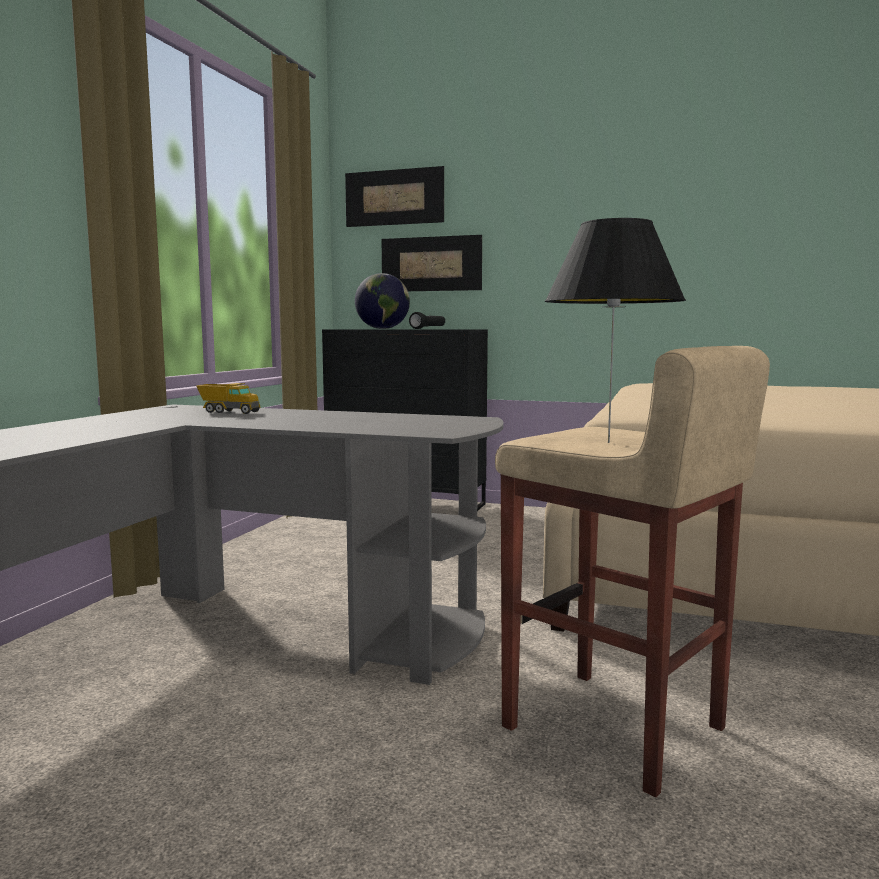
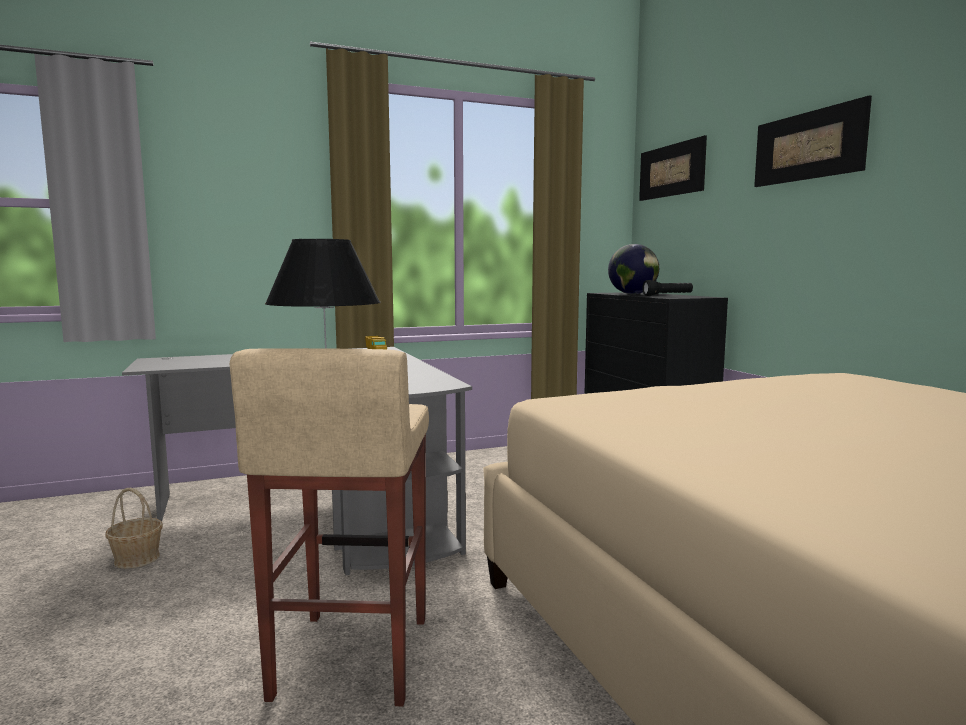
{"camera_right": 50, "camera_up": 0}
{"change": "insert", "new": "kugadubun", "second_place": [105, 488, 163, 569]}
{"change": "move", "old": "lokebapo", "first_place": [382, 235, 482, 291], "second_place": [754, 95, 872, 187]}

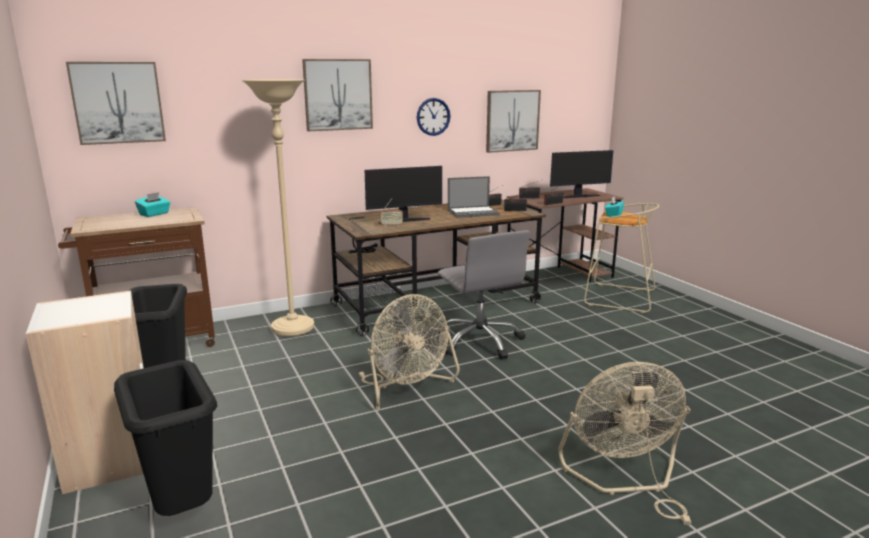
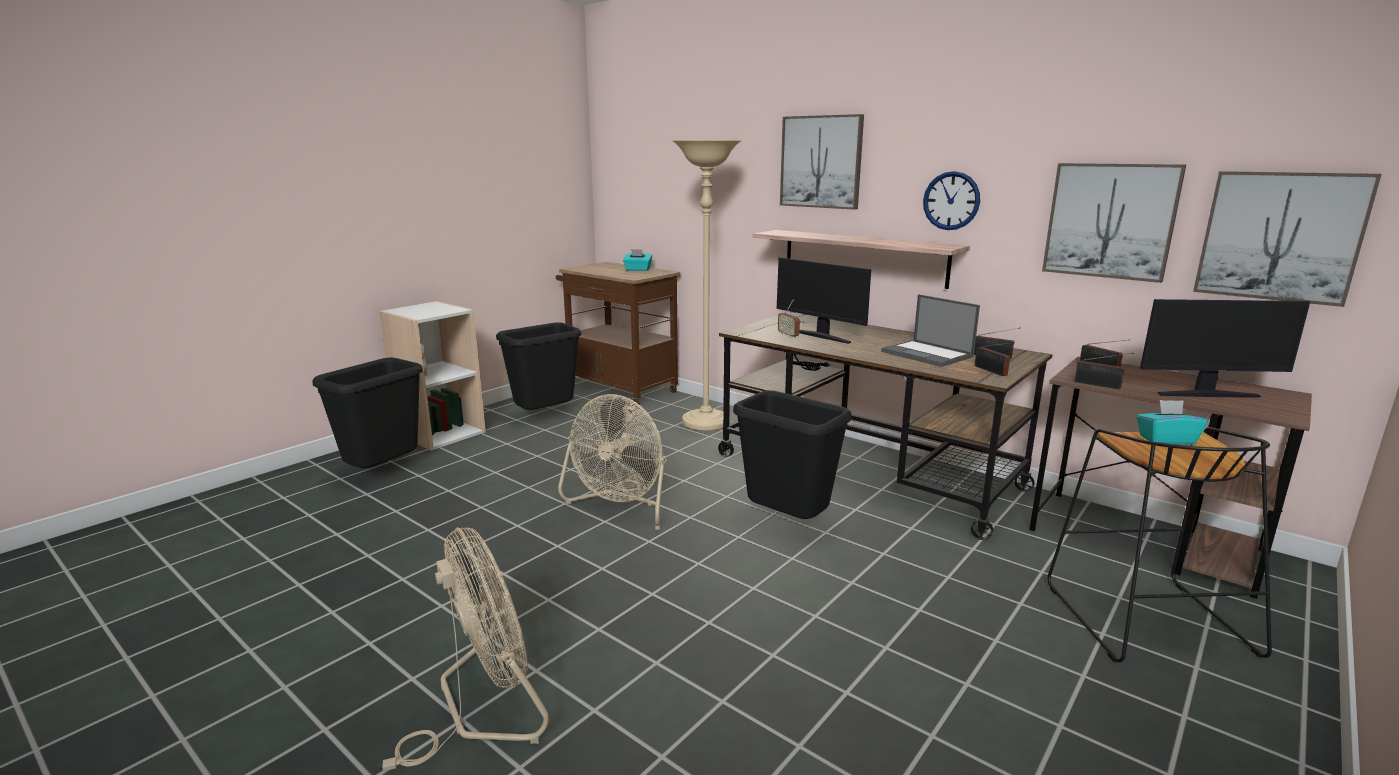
{"camera_right": 65, "camera_up": 0}
{"change": "replace", "old": "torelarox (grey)", "new": "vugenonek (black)", "first_place": [438, 230, 530, 359], "second_place": [733, 390, 852, 519]}
{"change": "insert", "new": "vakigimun", "second_place": [753, 230, 970, 289]}
{"change": "recolor", "old": "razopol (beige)", "new": "razopol (black)", "first_place": [584, 203, 659, 313], "second_place": [1048, 427, 1272, 662]}
{"change": "rotate", "old": "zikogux", "first_place": [550, 150, 613, 198], "second_place": [1140, 299, 1310, 398], "degrees": -45}
{"change": "move", "old": "lokebapo", "first_place": [66, 62, 166, 145], "second_place": [1193, 171, 1382, 307]}

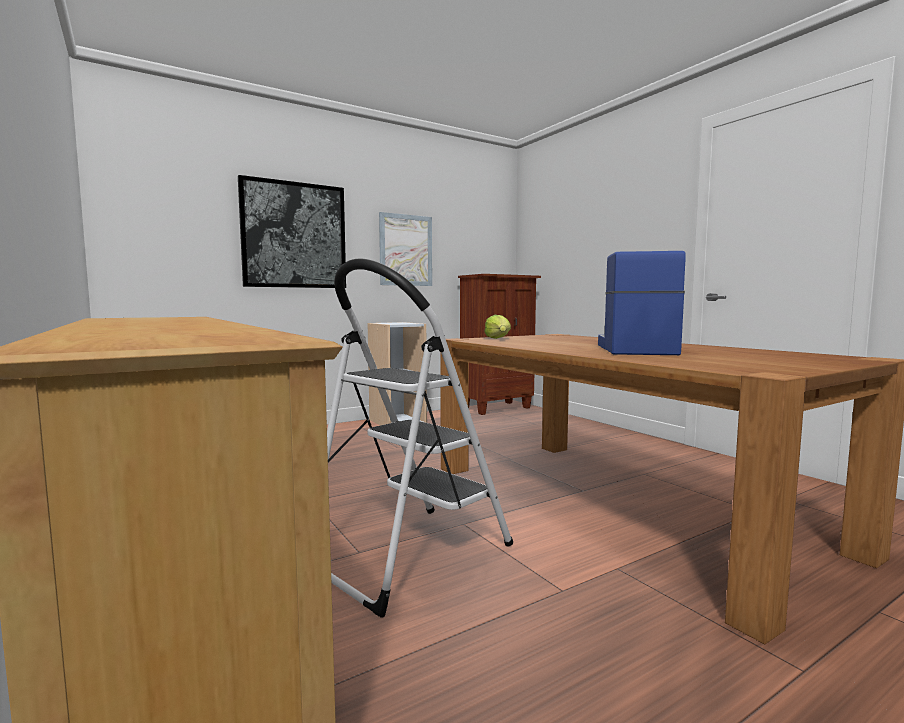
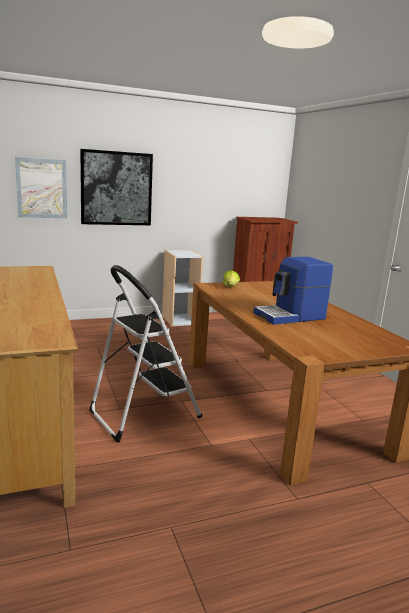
{"camera_right": 10, "camera_up": 10}
{"change": "move", "old": "lokebapo", "first_place": [379, 212, 432, 286], "second_place": [15, 157, 67, 218]}
{"change": "rotate", "old": "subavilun", "first_place": [598, 251, 686, 355], "second_place": [253, 257, 333, 325], "degrees": -135}

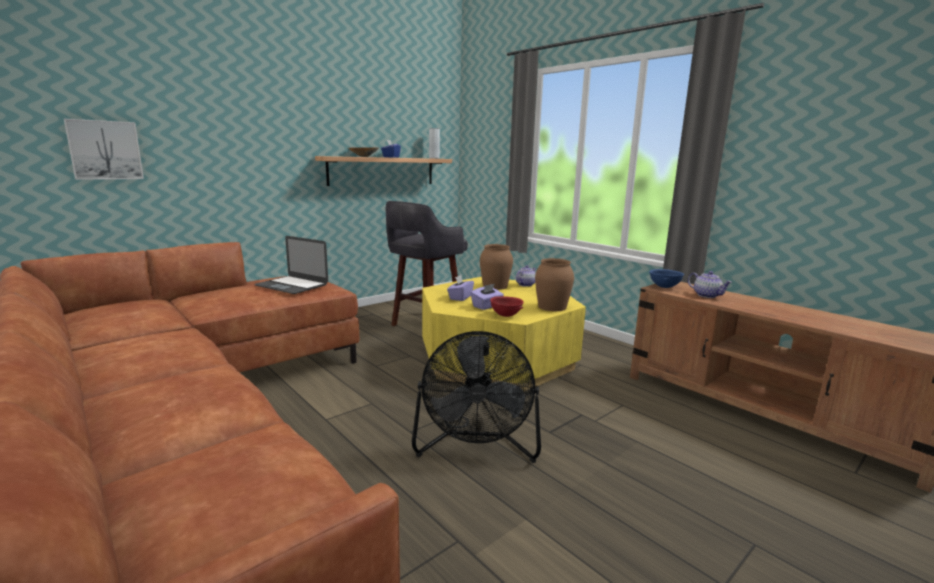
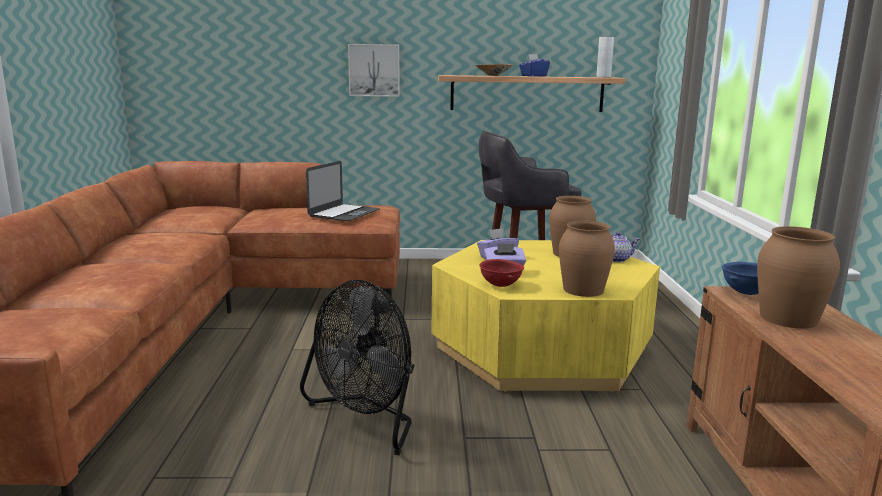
{"camera_right": 40, "camera_up": 0}
{"change": "rotate", "old": "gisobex", "first_place": [254, 236, 328, 294], "second_place": [306, 161, 380, 221], "degrees": -135}
{"change": "move", "old": "lokebapo", "first_place": [64, 119, 144, 180], "second_place": [348, 44, 399, 97]}
{"change": "replace", "old": "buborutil", "new": "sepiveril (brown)", "first_place": [688, 271, 732, 298], "second_place": [757, 226, 840, 329]}

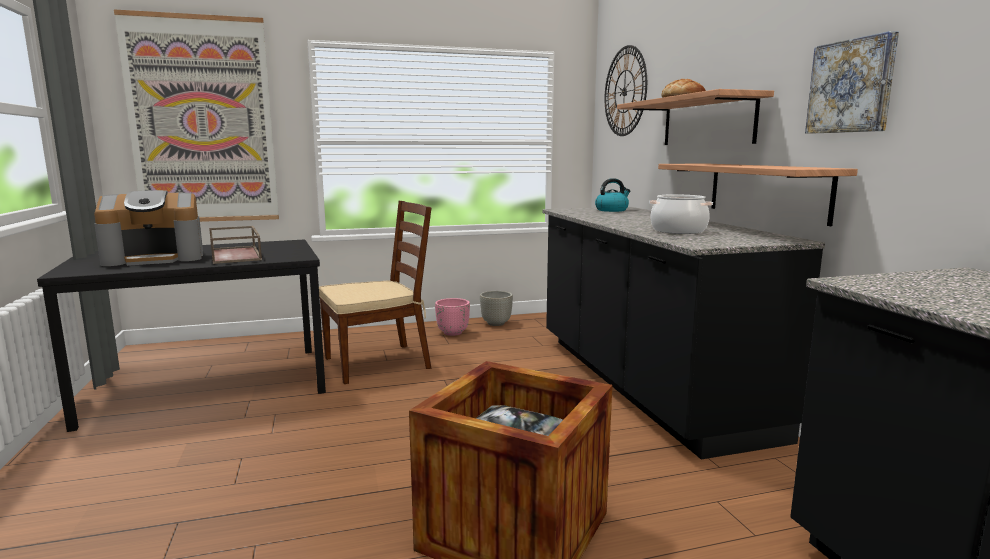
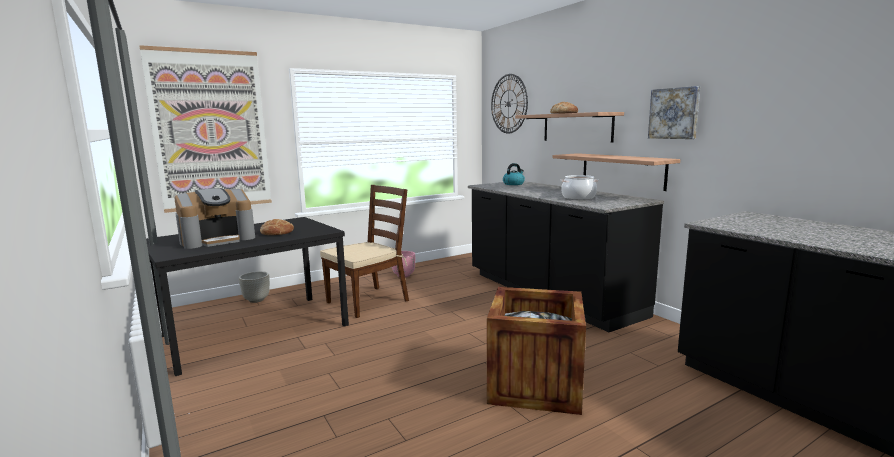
{"camera_right": -15, "camera_up": 0}
{"change": "move", "old": "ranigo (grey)", "first_place": [480, 291, 513, 326], "second_place": [239, 271, 270, 303]}
{"change": "replace", "old": "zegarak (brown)", "new": "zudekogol", "first_place": [209, 226, 262, 264], "second_place": [260, 219, 294, 235]}

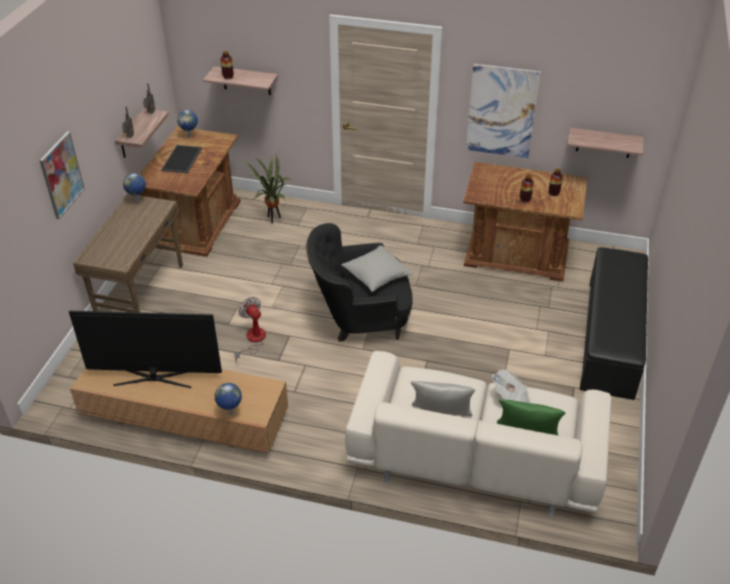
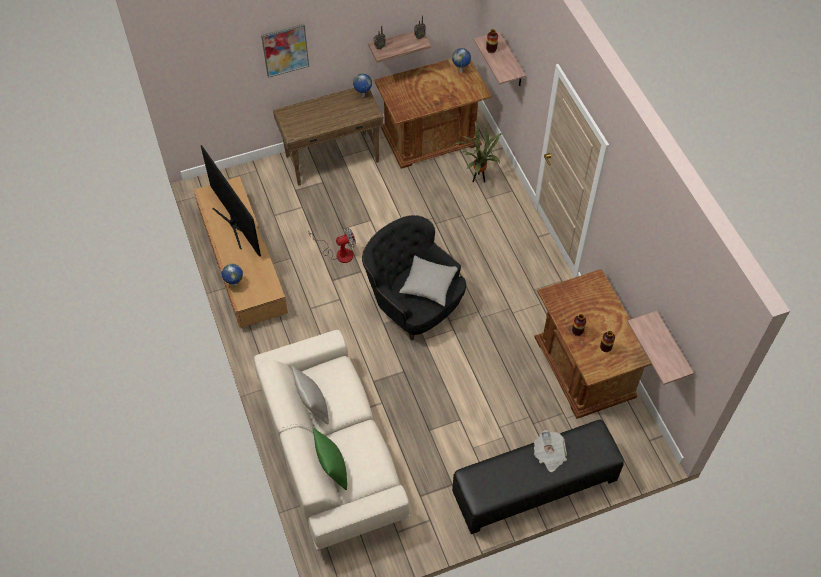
{"camera_right": 55, "camera_up": 15}
{"change": "rotate", "old": "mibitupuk", "first_place": [234, 297, 266, 363], "second_place": [308, 228, 356, 263], "degrees": 45}
{"change": "move", "old": "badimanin", "first_place": [492, 370, 531, 403], "second_place": [534, 430, 567, 472]}
{"change": "delete", "old": "zegarak", "first_place": [161, 145, 202, 173]}
{"change": "delete", "old": "lokebapo", "first_place": [466, 64, 541, 158]}

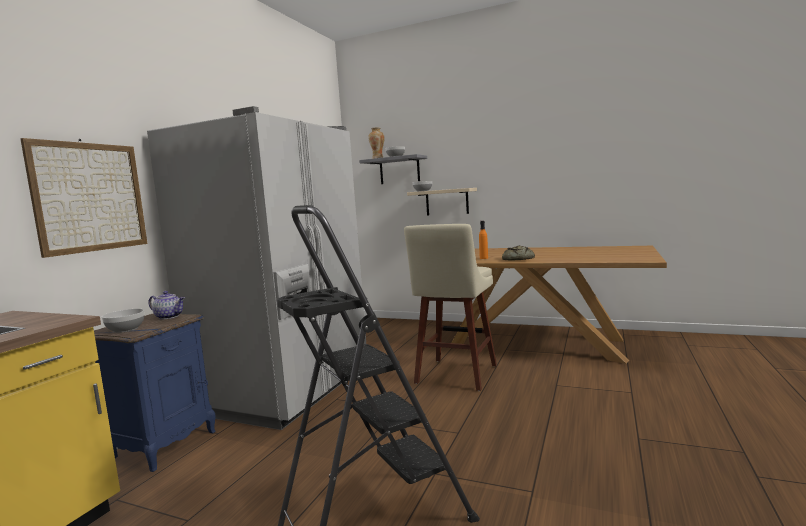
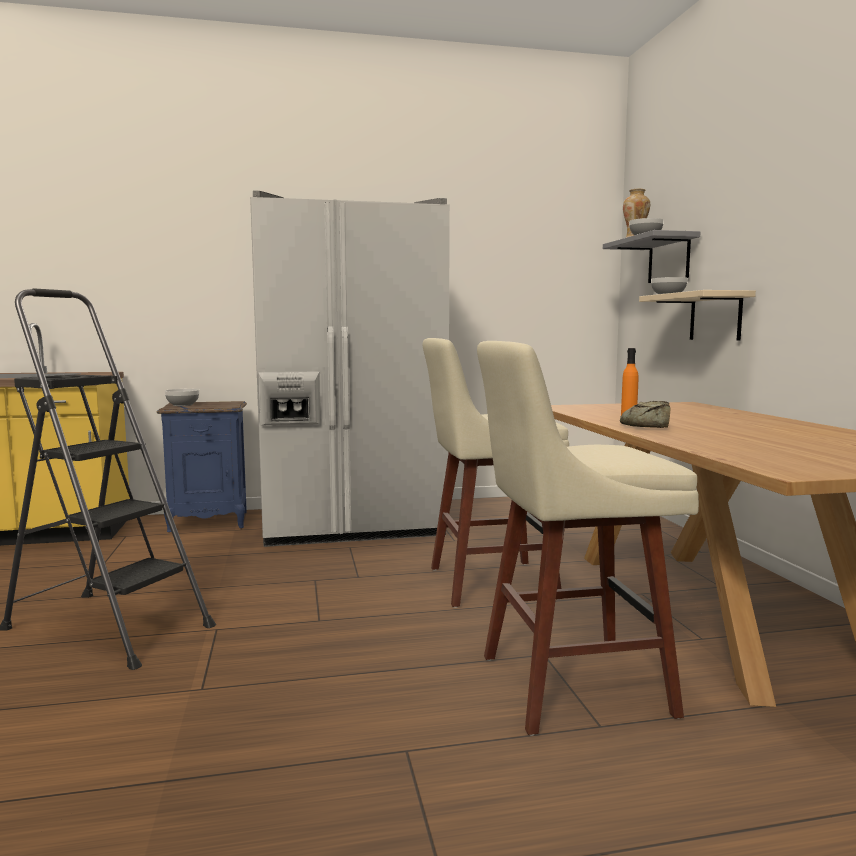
{"camera_right": 55, "camera_up": 0}
{"change": "insert", "new": "razopol (beige)", "second_place": [477, 341, 699, 736]}
{"change": "delete", "old": "lokebapo", "first_place": [20, 138, 148, 258]}
{"change": "delete", "old": "buborutil", "first_place": [149, 291, 185, 319]}

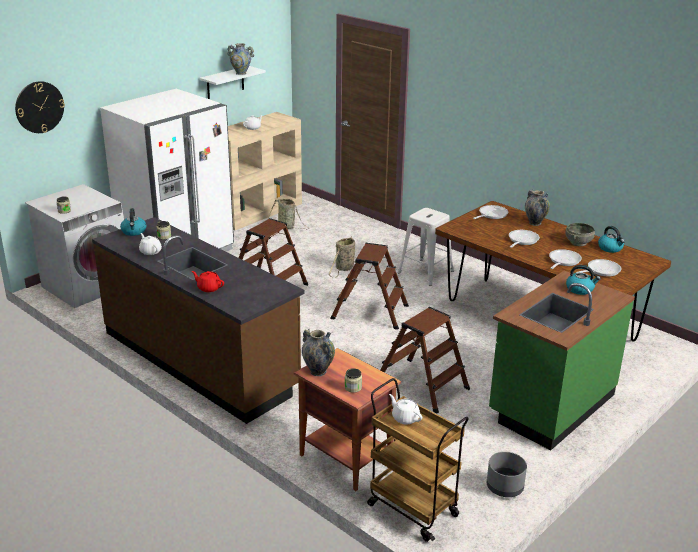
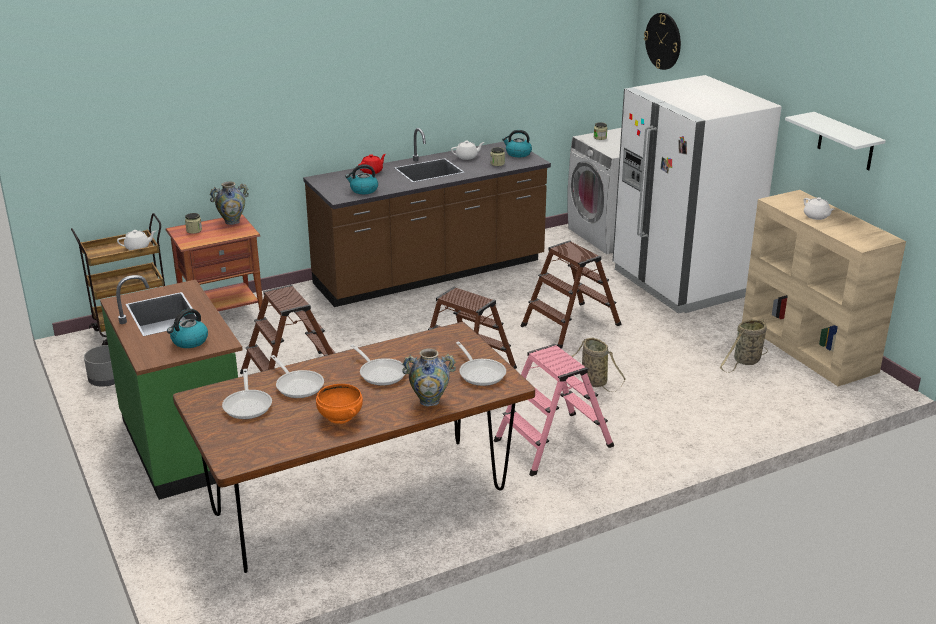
{"camera_right": 110, "camera_up": 0}
{"change": "recolor", "old": "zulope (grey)", "new": "zulope (orange)", "first_place": [565, 223, 595, 246], "second_place": [316, 384, 363, 424]}
{"change": "move", "old": "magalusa", "first_place": [598, 226, 625, 253], "second_place": [345, 164, 378, 194]}
{"change": "replace", "old": "razopol (white)", "new": "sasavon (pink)", "first_place": [398, 208, 454, 286], "second_place": [493, 344, 614, 476]}
{"change": "delete", "old": "sepiveril", "first_place": [227, 43, 254, 75]}

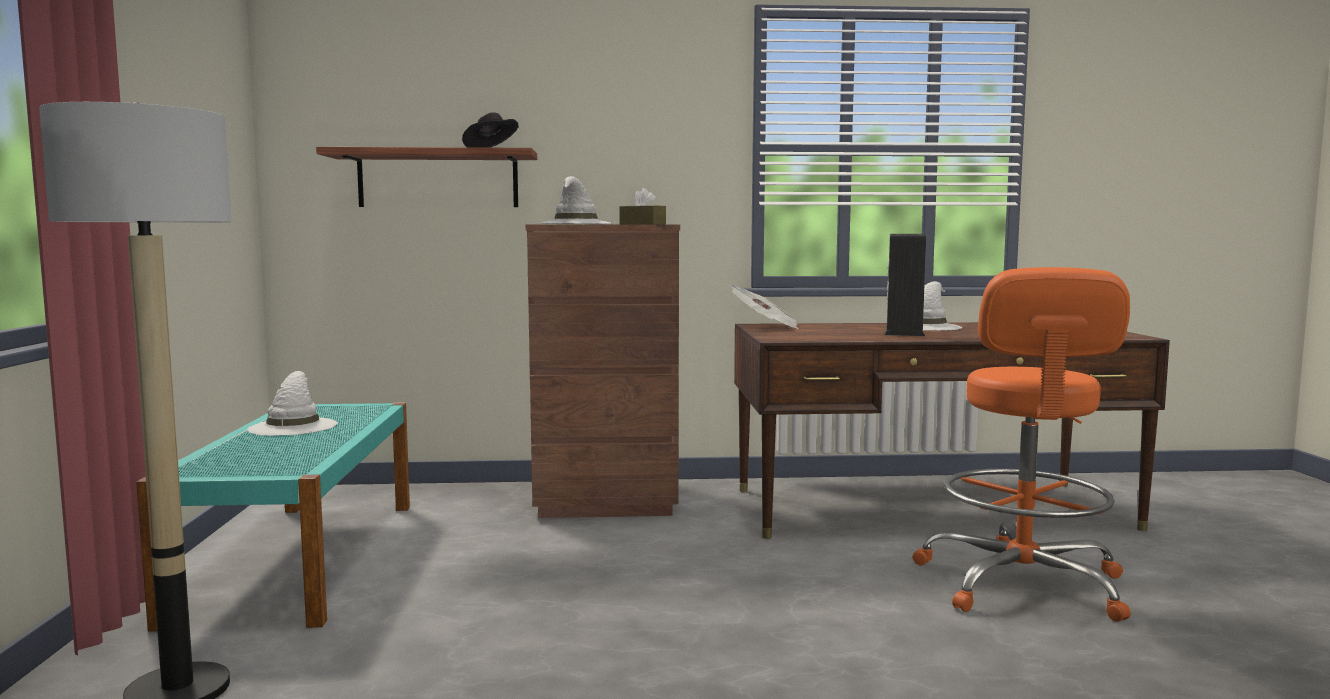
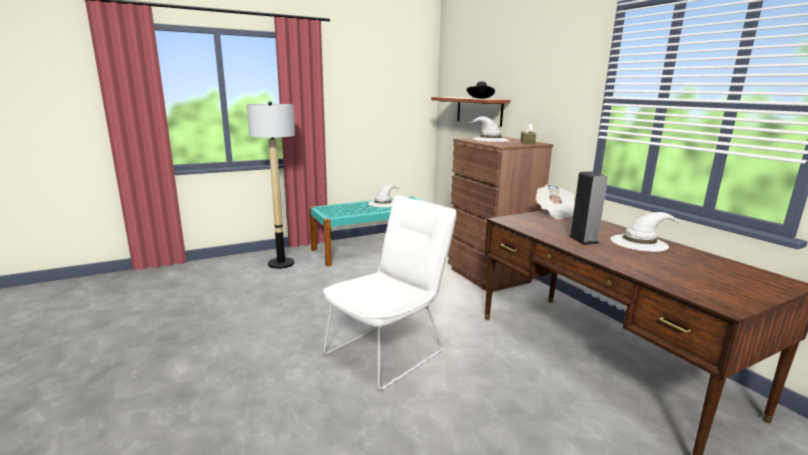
{"camera_right": 65, "camera_up": 10}
{"change": "insert", "new": "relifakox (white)", "second_place": [323, 195, 457, 391]}
{"change": "delete", "old": "razopol (orange)", "first_place": [912, 267, 1131, 622]}

